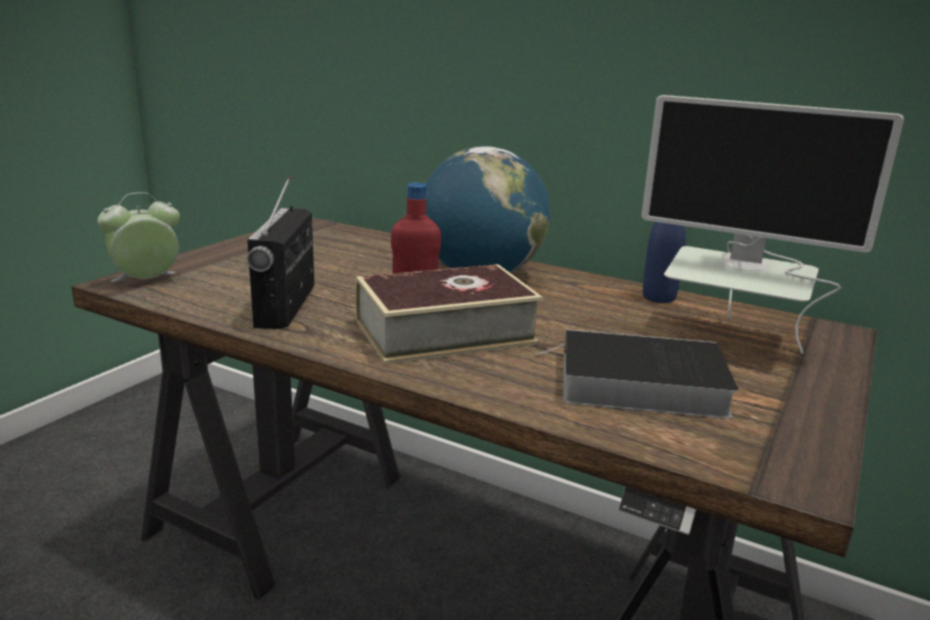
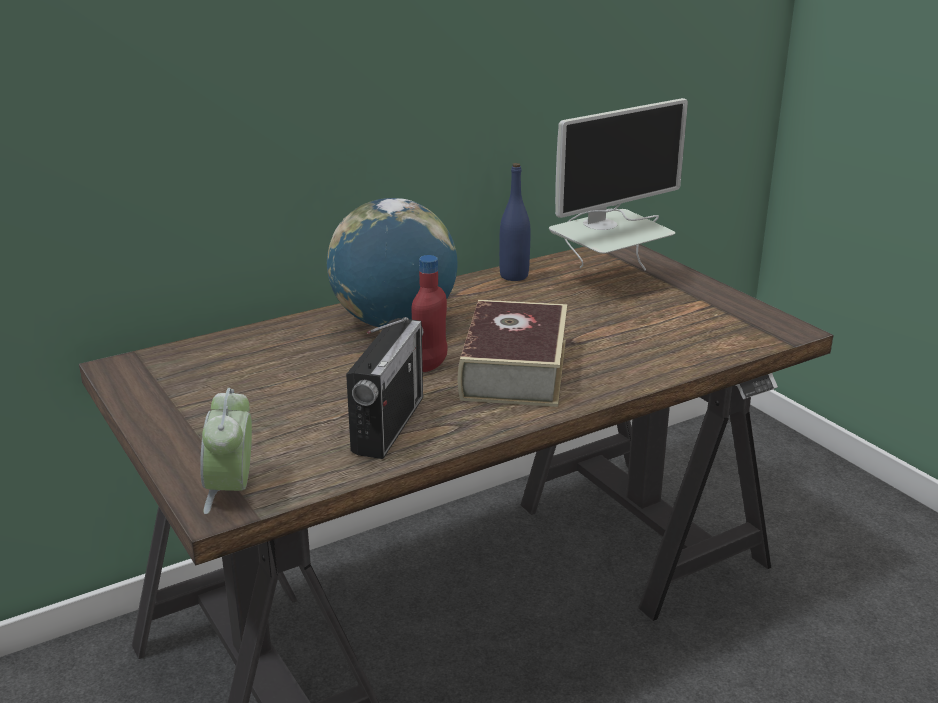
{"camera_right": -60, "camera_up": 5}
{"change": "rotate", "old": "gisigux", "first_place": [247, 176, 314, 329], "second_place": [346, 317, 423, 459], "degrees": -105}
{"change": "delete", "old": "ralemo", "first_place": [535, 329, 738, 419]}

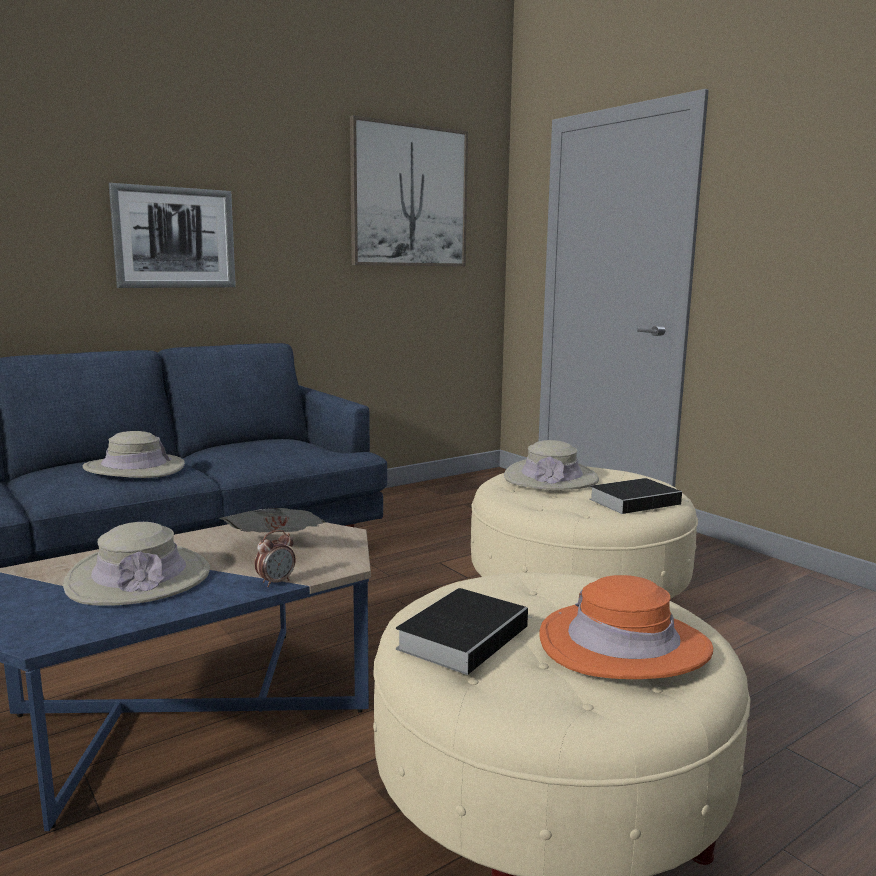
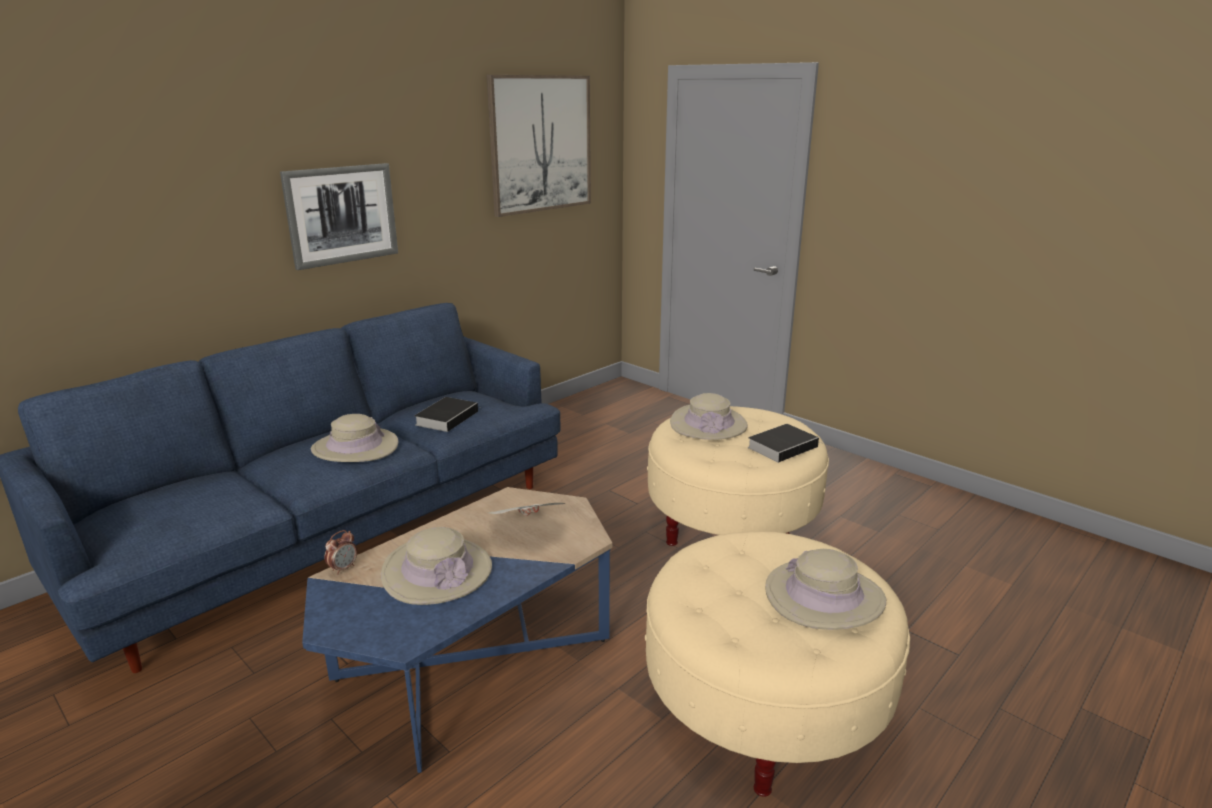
{"camera_right": -10, "camera_up": 10}
{"change": "move", "old": "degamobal", "first_place": [255, 530, 296, 587], "second_place": [325, 530, 357, 575]}
{"change": "move", "old": "ralemo", "first_place": [396, 588, 531, 675], "second_place": [414, 397, 481, 432]}
{"change": "recolor", "old": "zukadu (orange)", "new": "zukadu (beige)", "first_place": [539, 575, 713, 679], "second_place": [765, 549, 886, 630]}

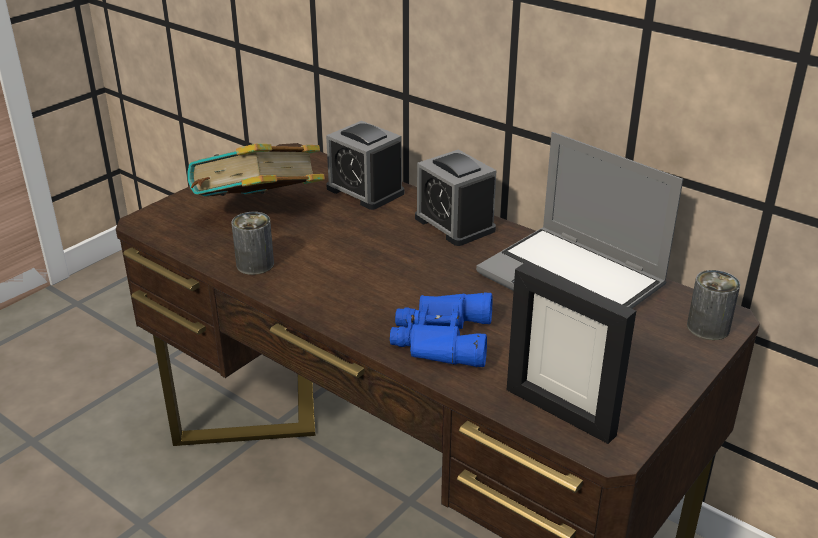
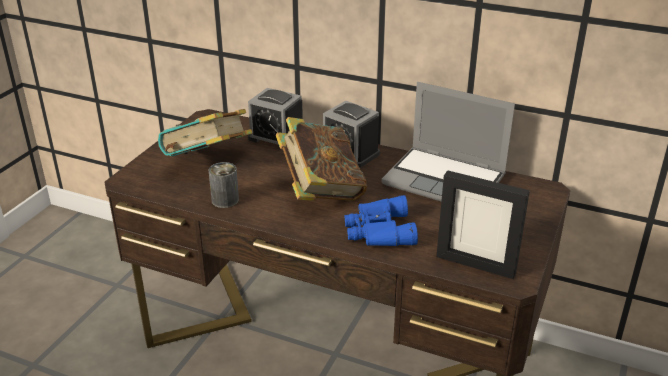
{"camera_right": -15, "camera_up": 0}
{"change": "insert", "new": "ralemo", "second_place": [276, 117, 367, 201]}
{"change": "delete", "old": "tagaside", "first_place": [687, 270, 740, 340]}

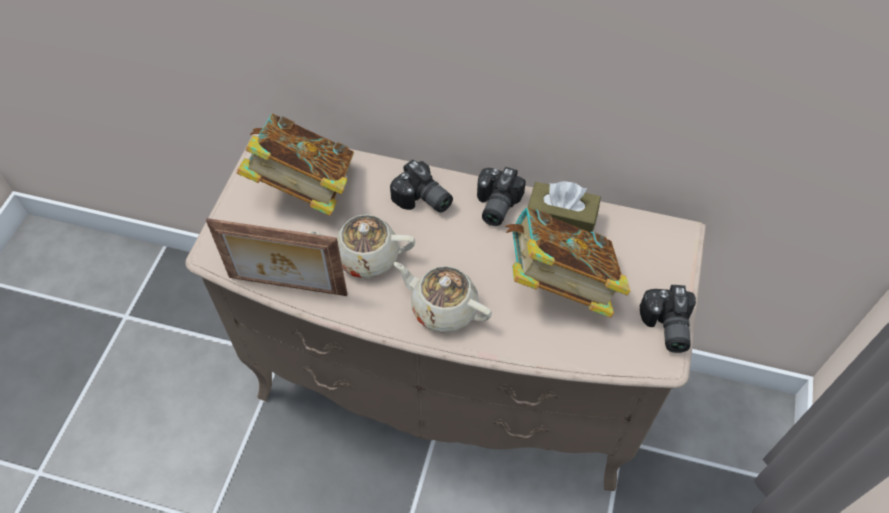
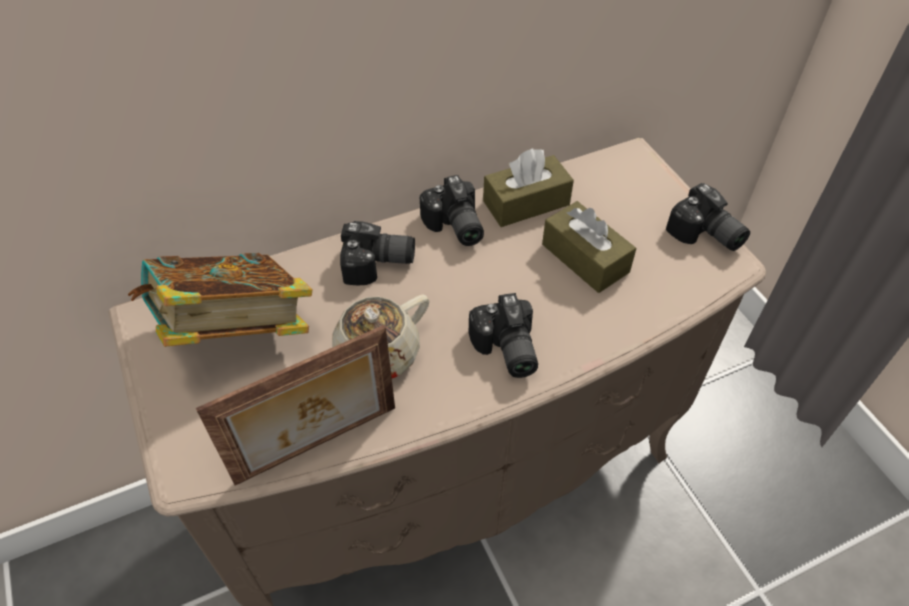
{"camera_right": -40, "camera_up": -5}
{"change": "replace", "old": "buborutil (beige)", "new": "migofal", "first_place": [393, 262, 492, 333], "second_place": [469, 293, 538, 378]}
{"change": "replace", "old": "ralemo", "new": "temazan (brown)", "first_place": [505, 207, 630, 318], "second_place": [542, 201, 636, 293]}

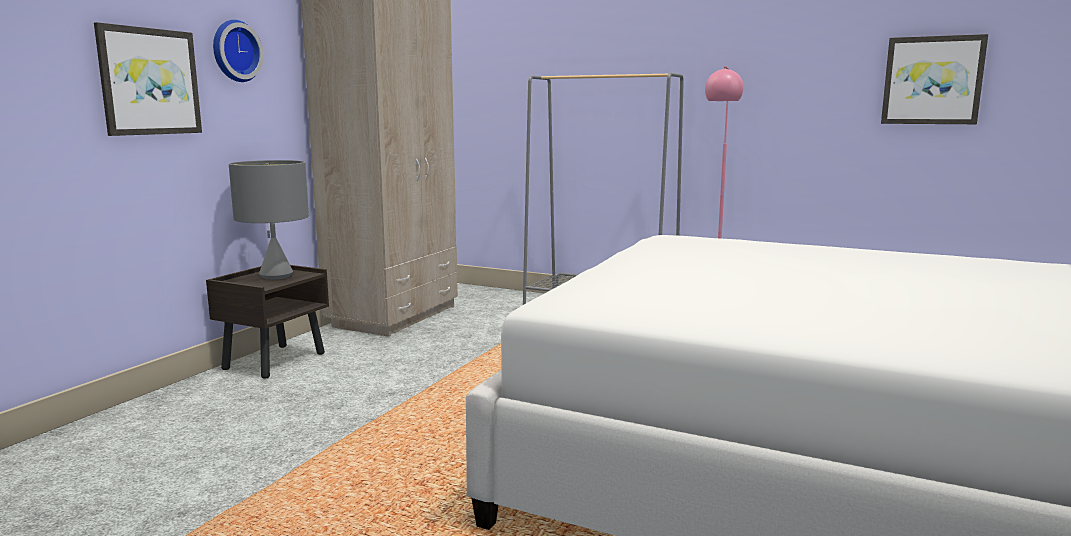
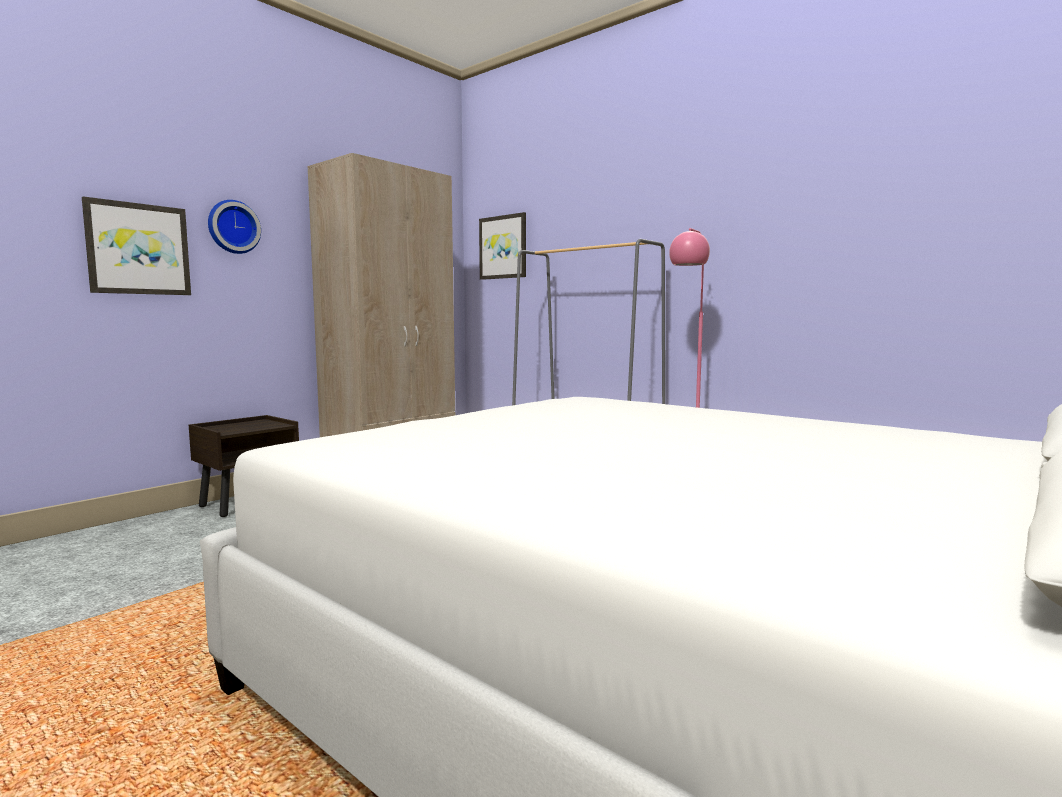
{"camera_right": 15, "camera_up": -5}
{"change": "move", "old": "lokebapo", "first_place": [881, 34, 988, 124], "second_place": [479, 212, 526, 280]}
{"change": "delete", "old": "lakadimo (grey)", "first_place": [229, 160, 309, 280]}

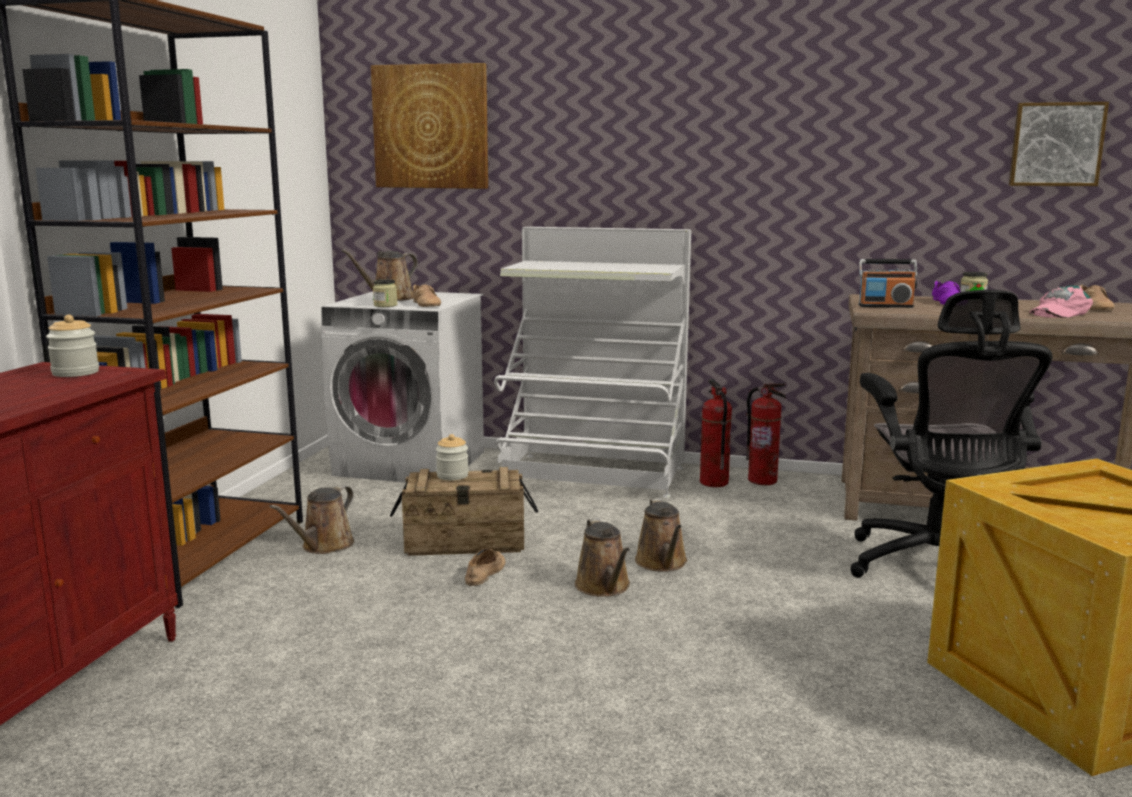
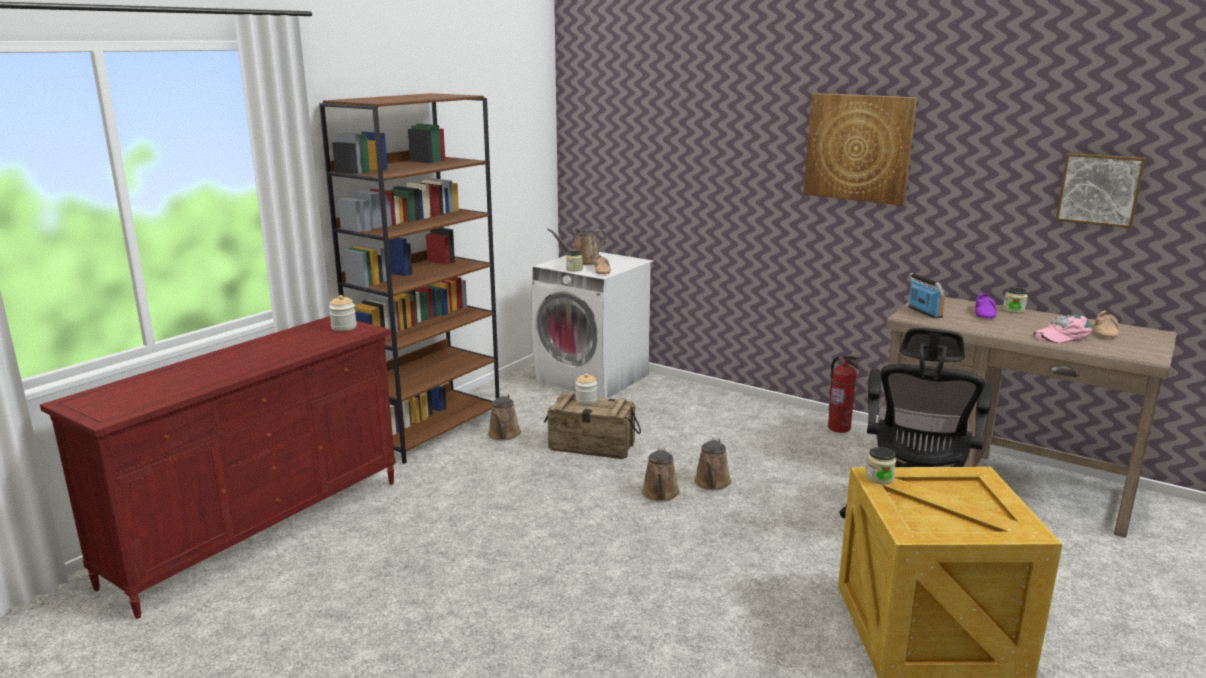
{"camera_right": 20, "camera_up": 5}
{"change": "rotate", "old": "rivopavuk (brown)", "first_place": [269, 485, 354, 554], "second_place": [488, 394, 521, 440], "degrees": -45}
{"change": "move", "old": "lokebapo", "first_place": [371, 63, 488, 189], "second_place": [803, 93, 917, 205]}
{"change": "insert", "new": "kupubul", "second_place": [866, 447, 896, 484]}
{"change": "rotate", "old": "gisigux", "first_place": [859, 259, 918, 308], "second_place": [908, 273, 945, 318], "degrees": -135}
{"change": "delete", "old": "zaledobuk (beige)", "first_place": [465, 548, 505, 586]}
{"change": "delete", "old": "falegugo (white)", "first_place": [494, 227, 691, 498]}
{"change": "delete", "old": "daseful", "first_place": [700, 379, 732, 487]}

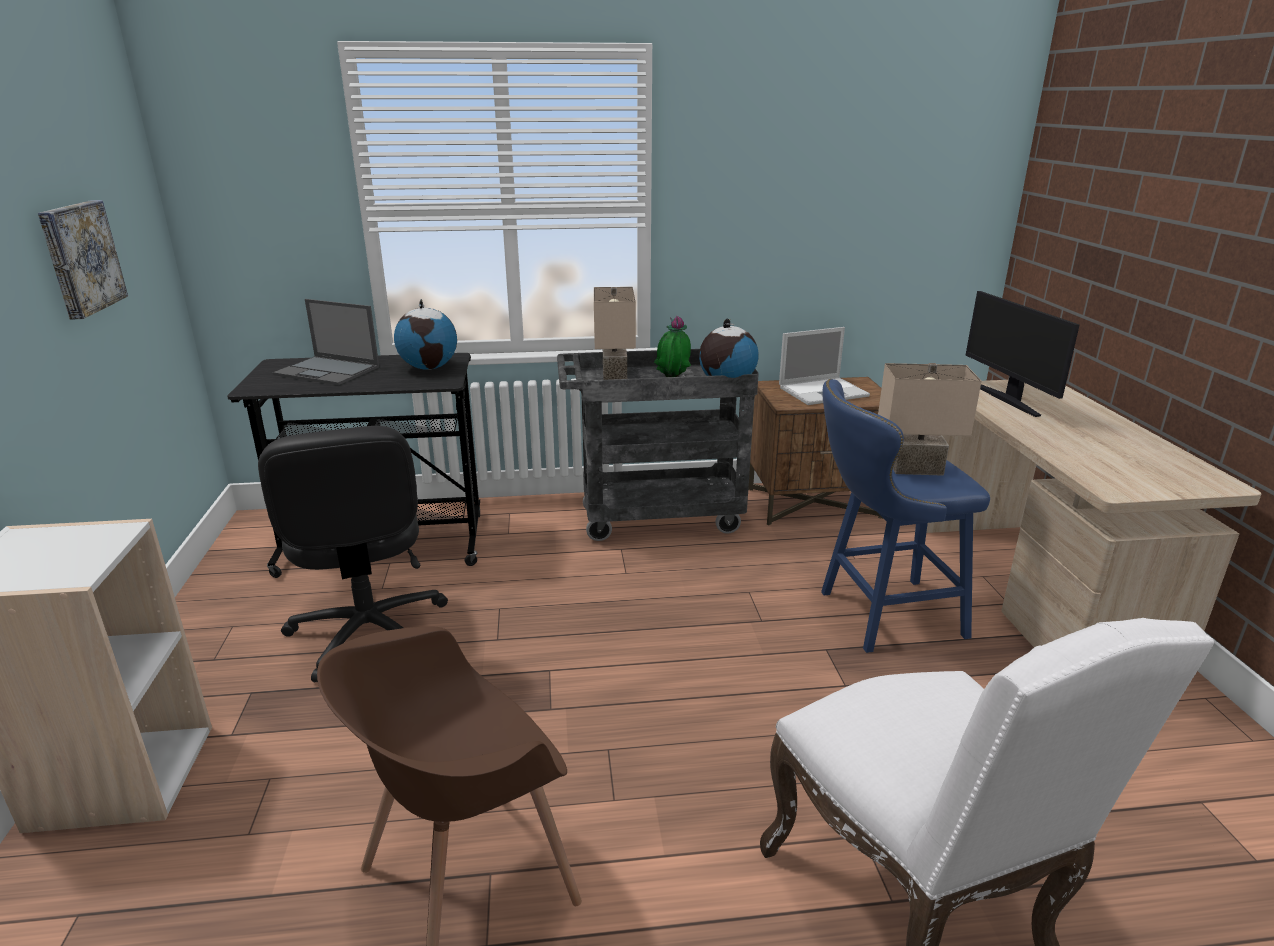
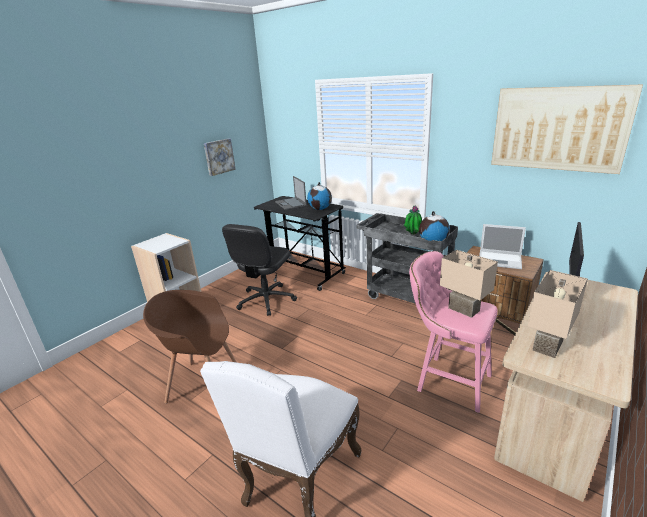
{"camera_right": 45, "camera_up": 0}
{"change": "recolor", "old": "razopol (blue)", "new": "razopol (pink)", "first_place": [821, 379, 990, 653], "second_place": [409, 251, 498, 413]}
{"change": "insert", "new": "lokebapo", "second_place": [491, 84, 643, 174]}
{"change": "move", "old": "lakadimo (beige)", "first_place": [594, 287, 636, 380], "second_place": [527, 270, 588, 358]}

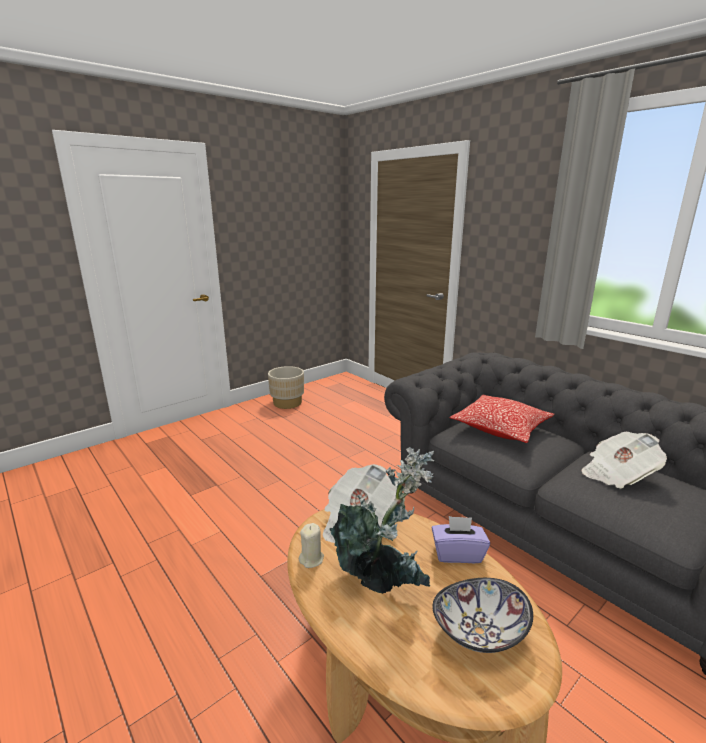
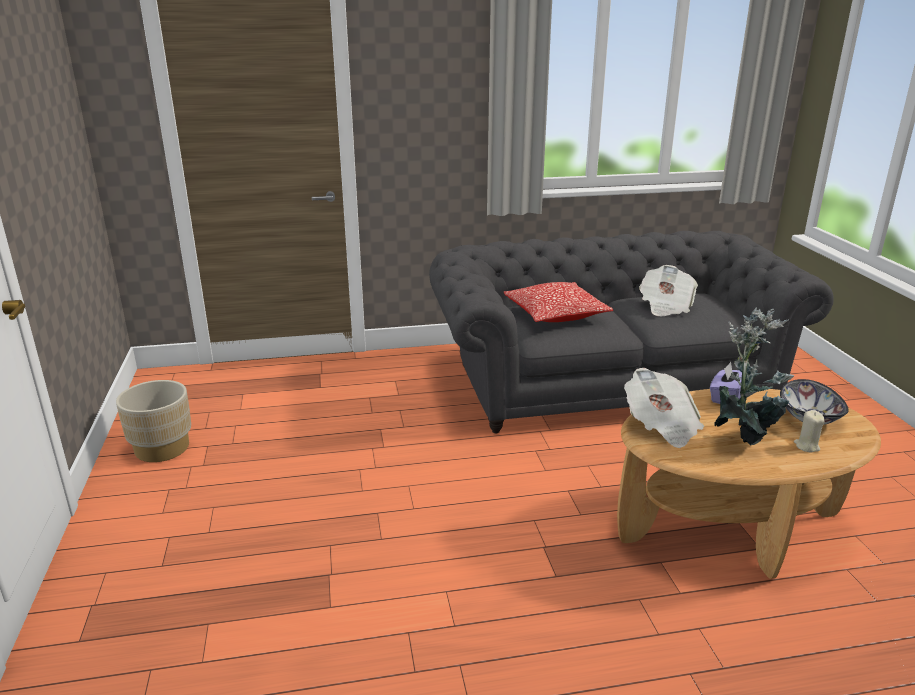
{"camera_right": -60, "camera_up": 5}
{"change": "move", "old": "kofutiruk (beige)", "first_place": [299, 523, 324, 568], "second_place": [794, 410, 825, 453]}

